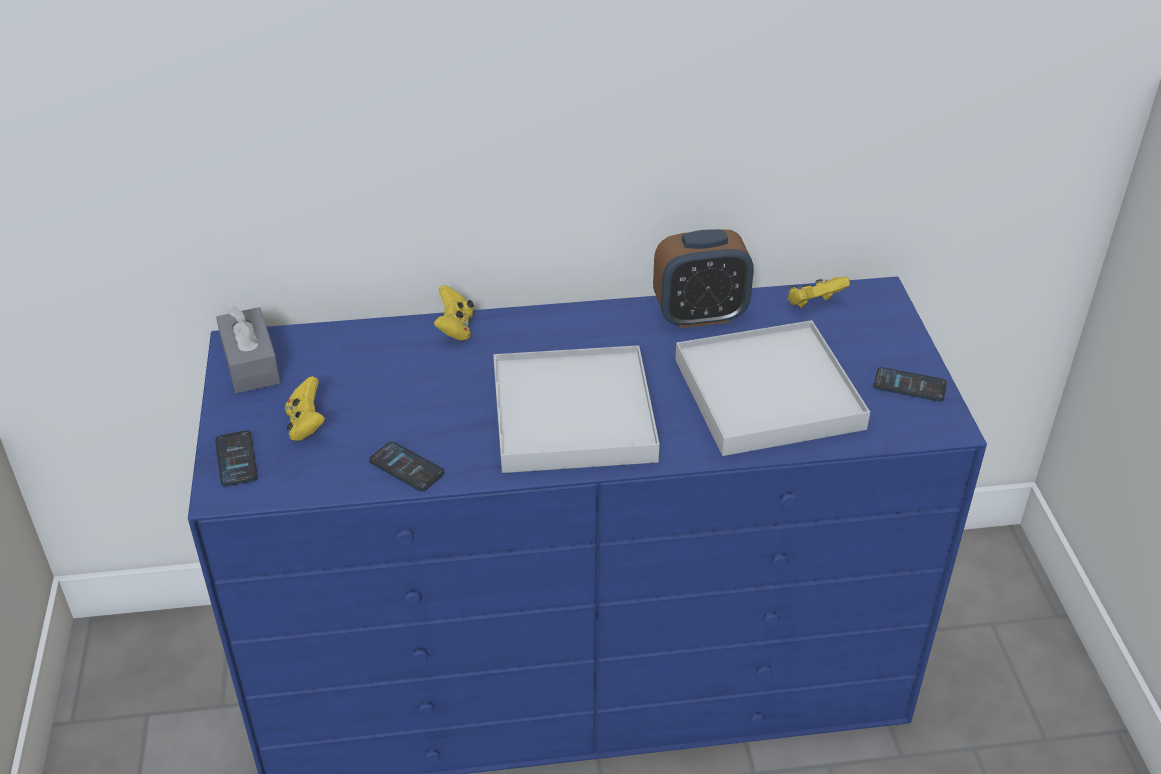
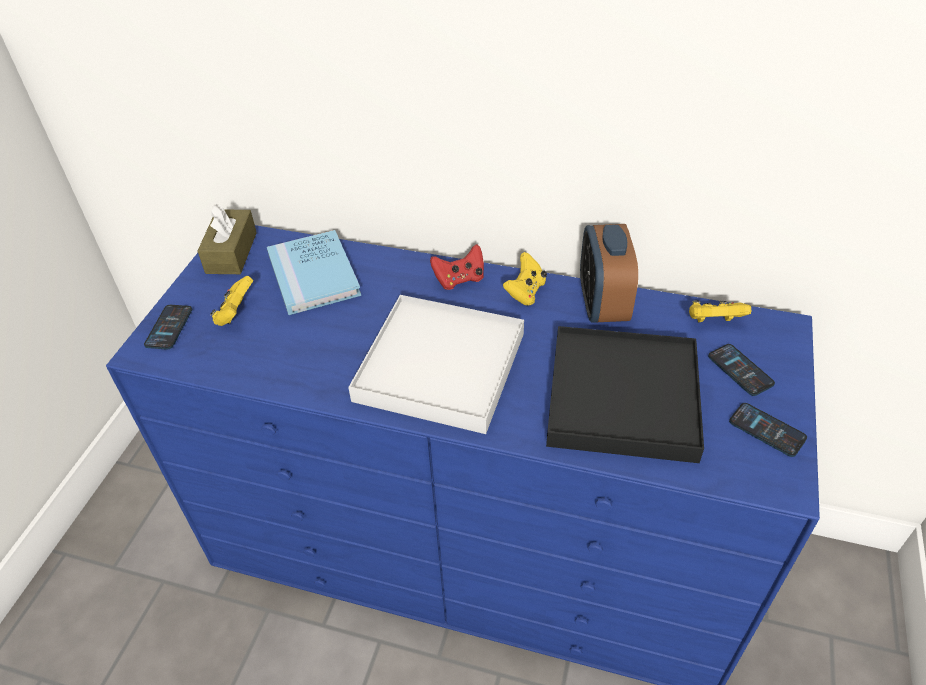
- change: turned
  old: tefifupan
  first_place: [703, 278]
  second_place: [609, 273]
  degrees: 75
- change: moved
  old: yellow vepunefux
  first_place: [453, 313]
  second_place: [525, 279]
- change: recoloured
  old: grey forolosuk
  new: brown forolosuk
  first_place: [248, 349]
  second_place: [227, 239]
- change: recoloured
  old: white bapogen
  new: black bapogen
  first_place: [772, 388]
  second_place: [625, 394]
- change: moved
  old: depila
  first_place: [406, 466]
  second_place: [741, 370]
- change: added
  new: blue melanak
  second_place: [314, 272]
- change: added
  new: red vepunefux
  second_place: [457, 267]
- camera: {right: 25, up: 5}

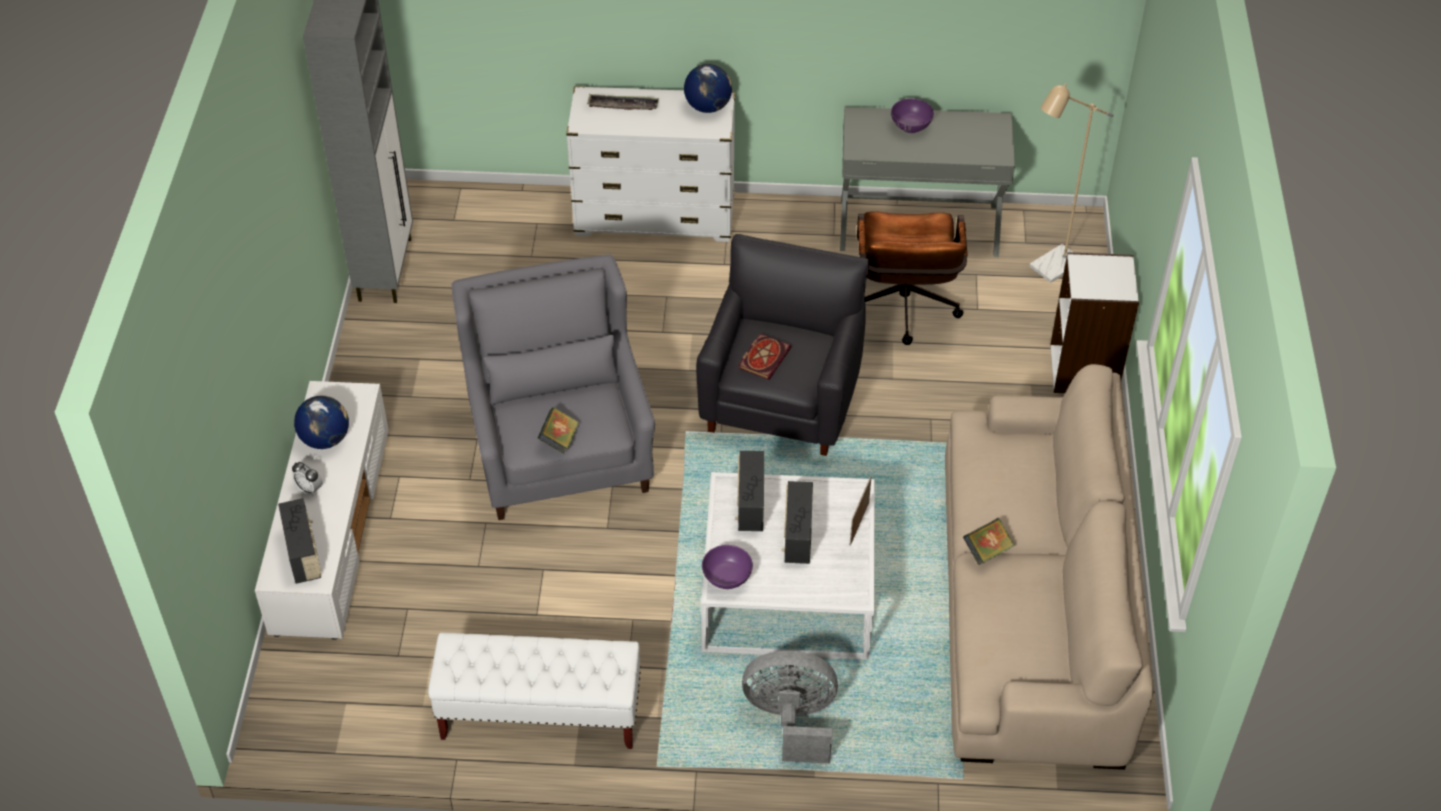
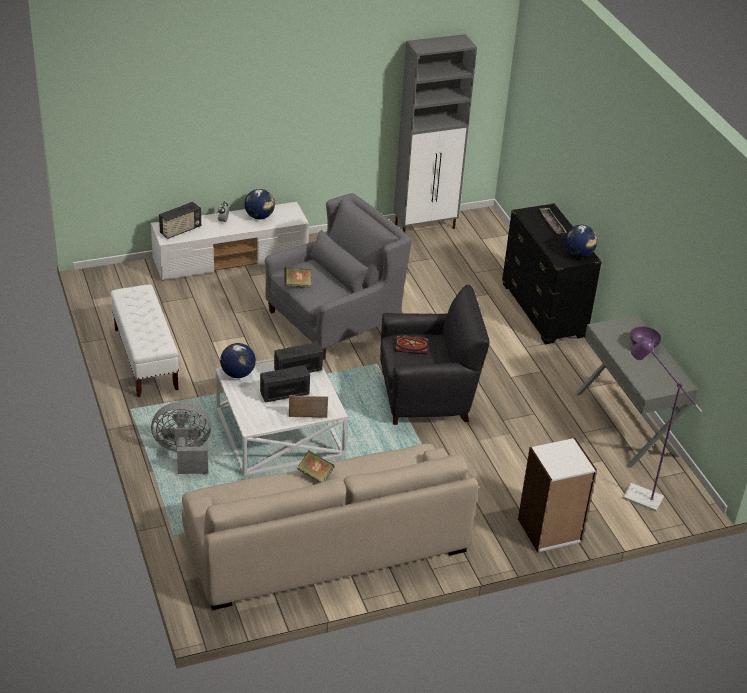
- change: recoloured
  old: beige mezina
  new: purple mezina
  first_place: [1071, 183]
  second_place: [662, 425]
- change: recoloured
  old: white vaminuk
  new: black vaminuk
  first_place: [650, 164]
  second_place: [552, 273]
- change: removed
  old: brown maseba
  first_place: [912, 278]
- change: replaced
  old: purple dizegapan
  new: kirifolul
  first_place: [727, 567]
  second_place: [238, 360]
- change: turned
  old: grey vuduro
  first_place: [790, 707]
  second_place: [181, 438]
  degrees: -75
- camera: {right: 65, up: -10}

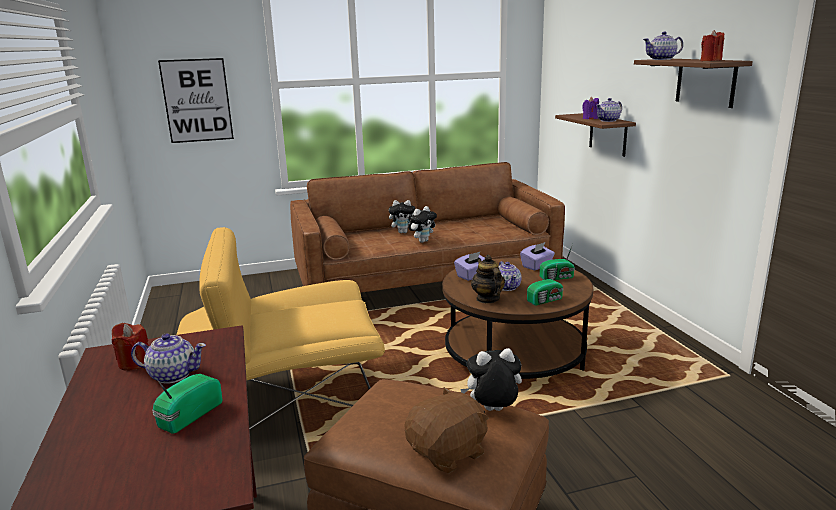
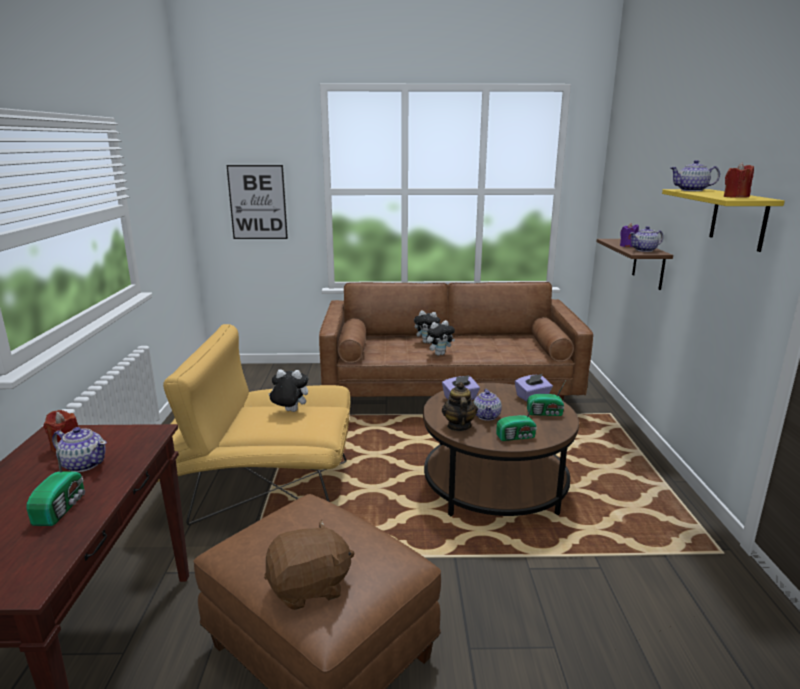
- change: recoloured
  old: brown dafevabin
  new: yellow dafevabin
  first_place: [693, 83]
  second_place: [723, 220]
- change: moved
  old: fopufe
  first_place: [491, 379]
  second_place: [288, 390]
- change: turned
  old: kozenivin
  first_place: [187, 404]
  second_place: [55, 483]
  degrees: 135
- camera: {right: 15, up: 0}

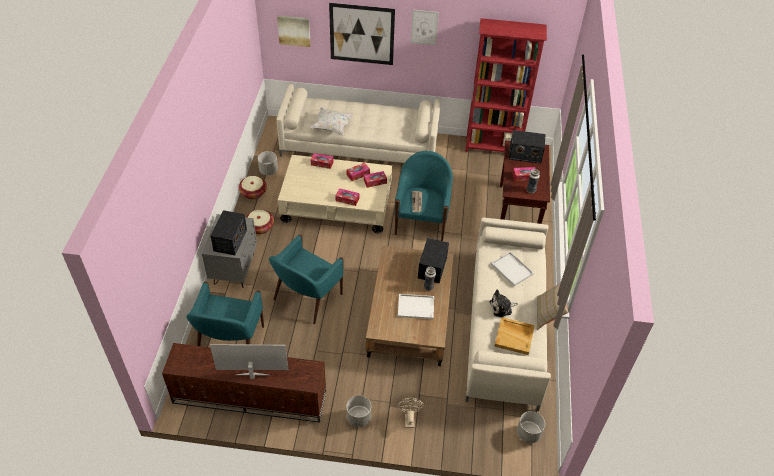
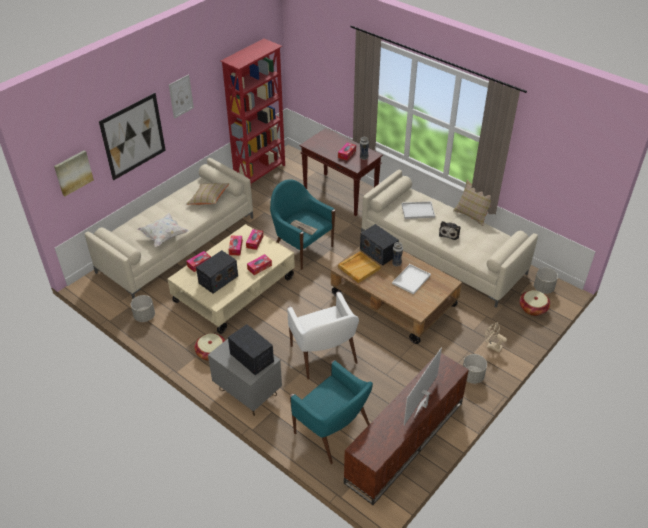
- change: moved
  old: kozenivin
  first_place: [527, 147]
  second_place: [217, 271]
- change: moved
  old: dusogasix
  first_place: [253, 187]
  second_place: [534, 303]
- change: recoloured
  old: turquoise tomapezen
  new: white tomapezen
  first_place: [306, 279]
  second_place: [323, 336]
- change: moved
  old: beige bapogen
  first_place: [514, 336]
  second_place: [359, 267]
- change: added
  new: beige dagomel
  second_place: [207, 194]
- camera: {right: -55, up: -5}

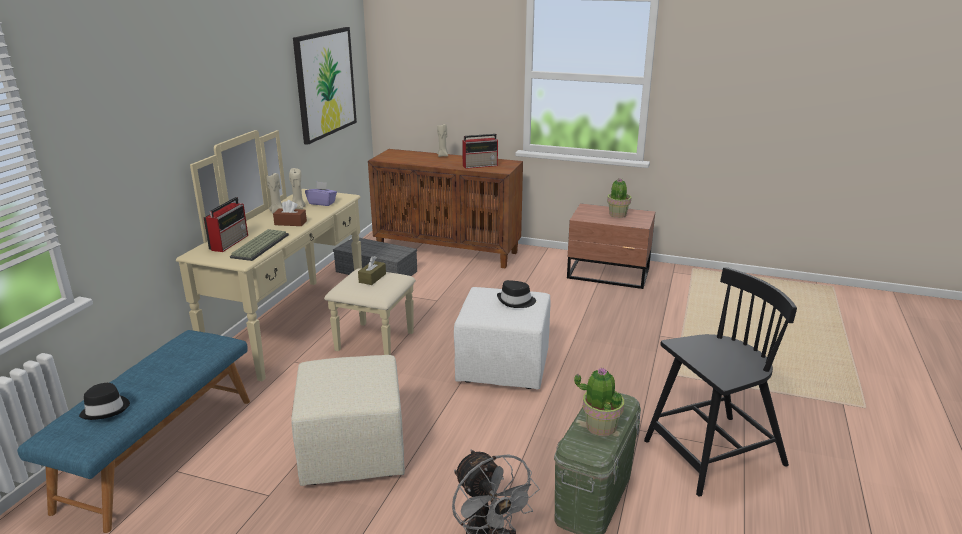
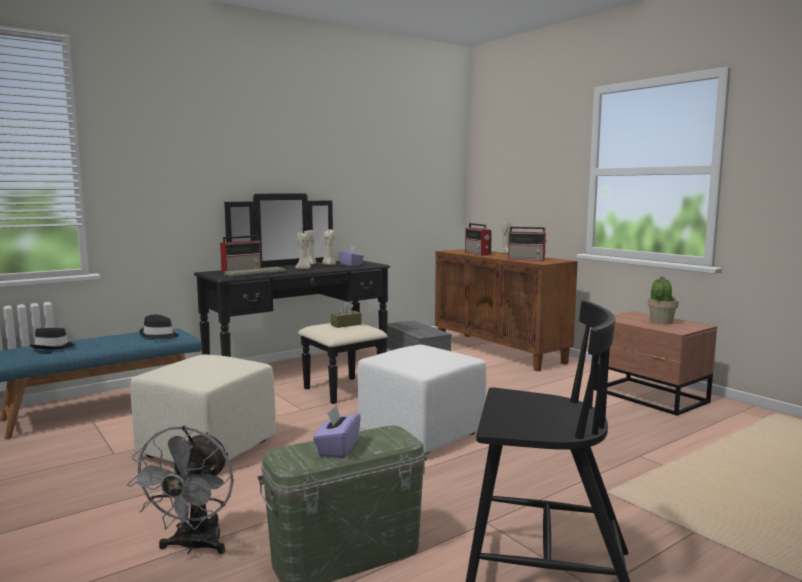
- change: removed
  old: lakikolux
  first_place: [325, 86]
- change: recoloured
  old: beige vaminuk
  new: black vaminuk
  first_place: [296, 255]
  second_place: [292, 298]
- change: replaced
  old: brown forolosuk
  new: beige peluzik
  first_place: [290, 213]
  second_place: [303, 250]
- change: moved
  old: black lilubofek
  first_place: [516, 294]
  second_place: [159, 327]
- change: replaced
  old: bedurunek
  new: purple forolosuk
  first_place: [599, 402]
  second_place: [337, 431]
- change: added
  new: kozenivin
  second_place: [478, 239]
- camera: {right: 35, up: -15}

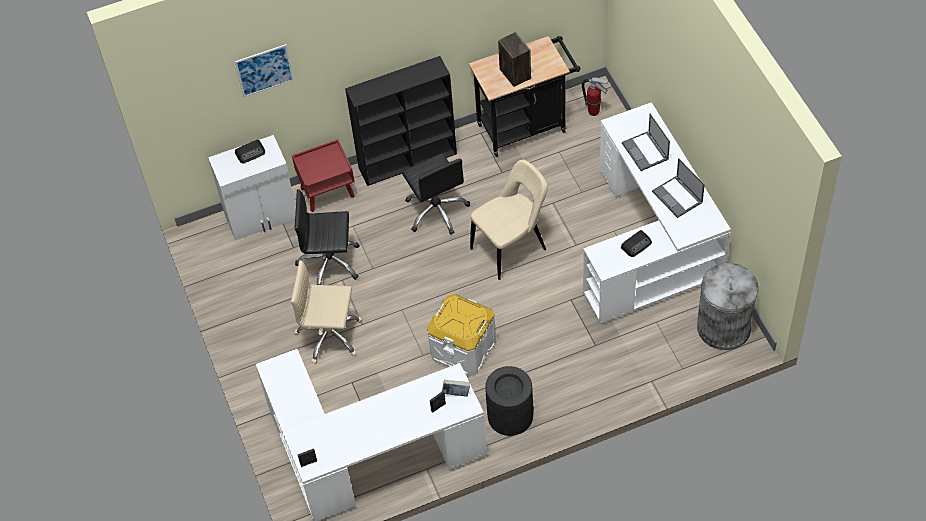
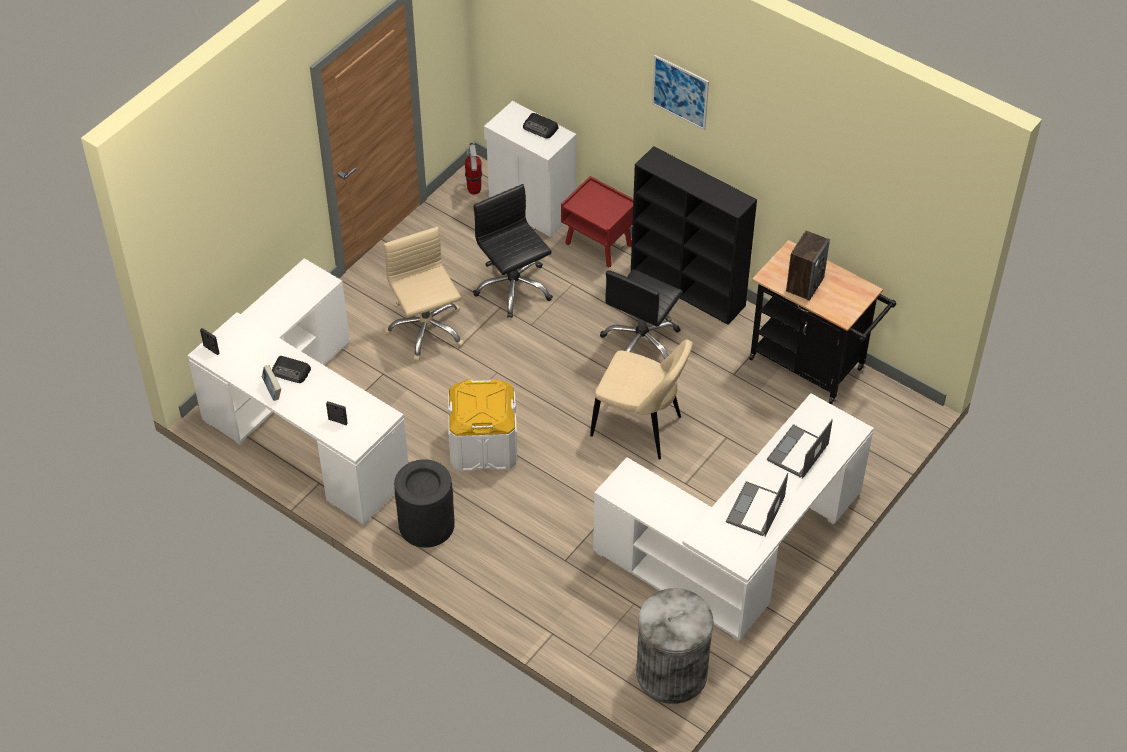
- change: moved
  old: lakikolux
  first_place: [264, 70]
  second_place: [680, 93]
- change: moved
  old: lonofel
  first_place: [595, 96]
  second_place: [473, 168]
- change: moved
  old: kozenivin
  first_place: [636, 243]
  second_place: [291, 369]
- change: moved
  old: melanak
  first_place: [456, 388]
  second_place: [271, 383]
- camera: {right: 55, up: -5}

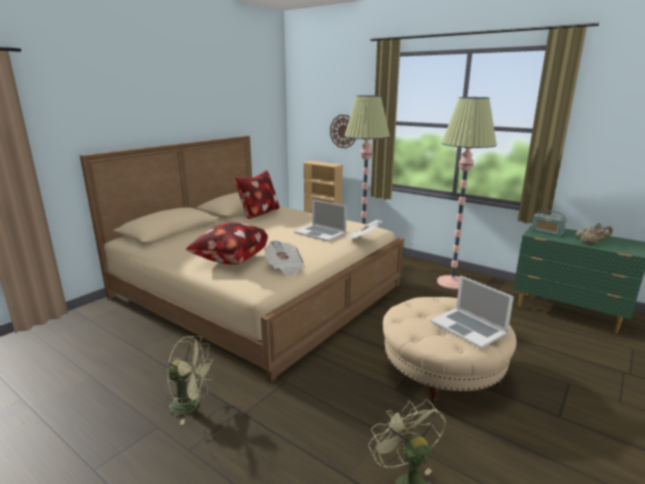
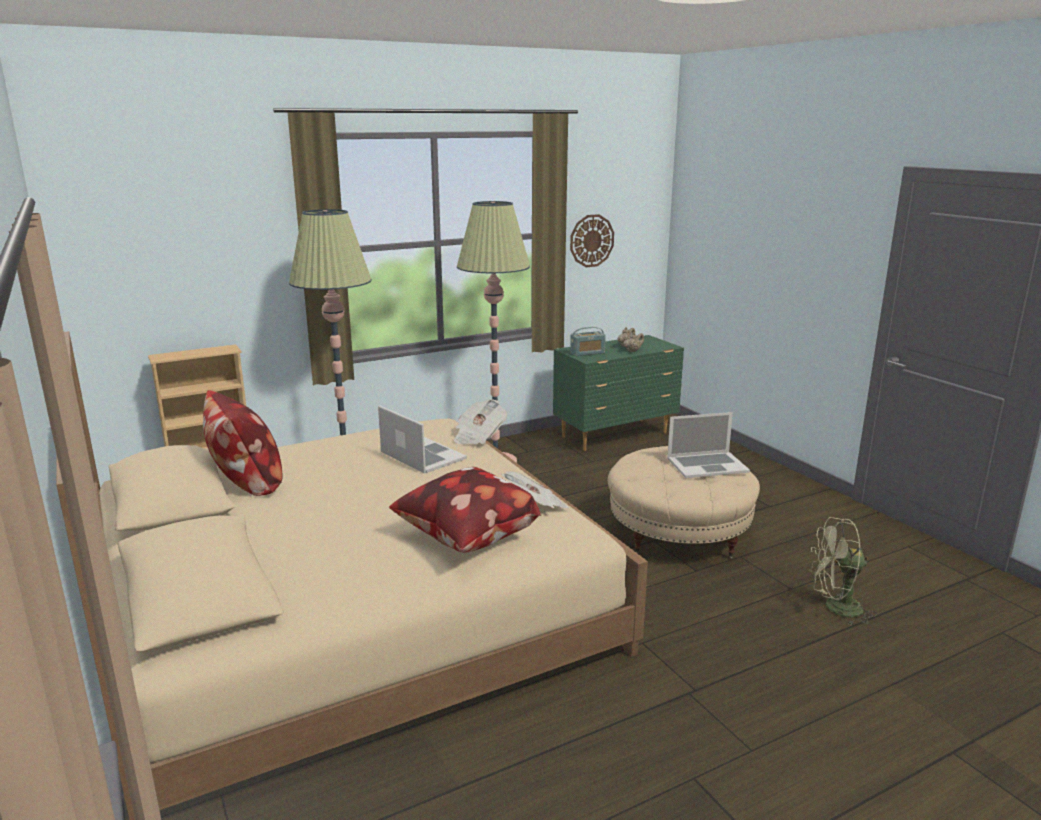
- change: moved
  old: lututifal
  first_place: [343, 131]
  second_place: [592, 240]
- change: turned
  old: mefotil
  first_place: [320, 220]
  second_place: [422, 439]
  degrees: -105
- change: removed
  old: green vuduro
  first_place: [190, 380]
- camera: {right: -65, up: 0}

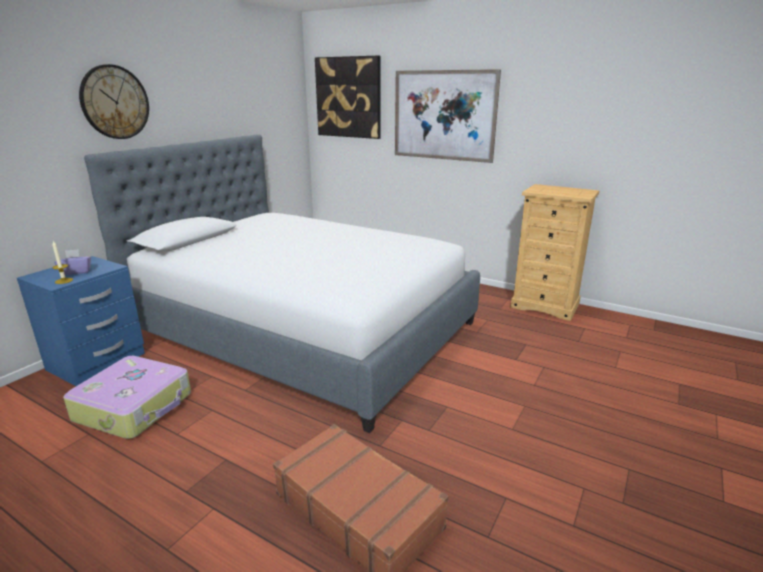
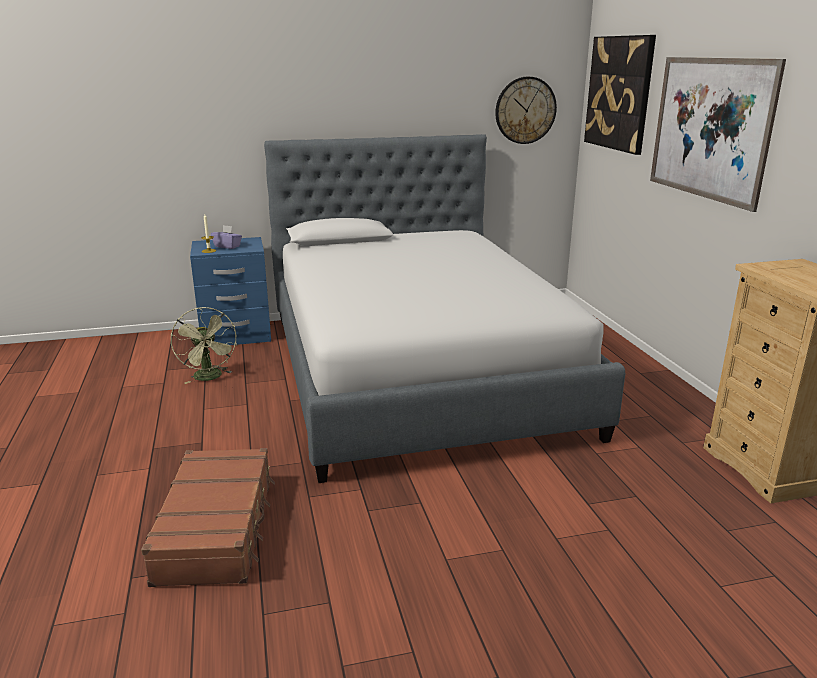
- change: moved
  old: lututifal
  first_place: [114, 101]
  second_place: [526, 110]
- change: replaced
  old: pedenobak
  new: green vuduro
  first_place: [127, 397]
  second_place: [203, 345]
- camera: {right: 45, up: 0}

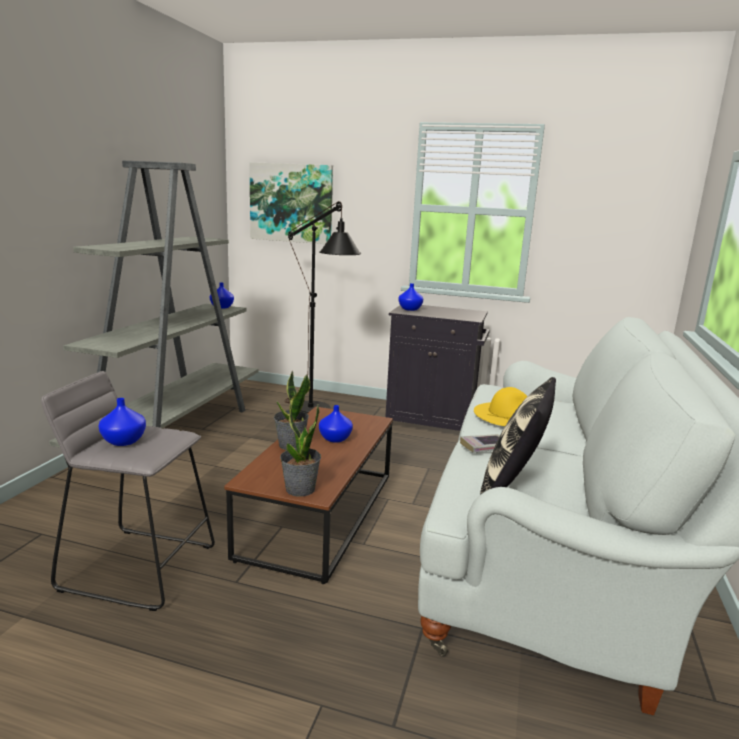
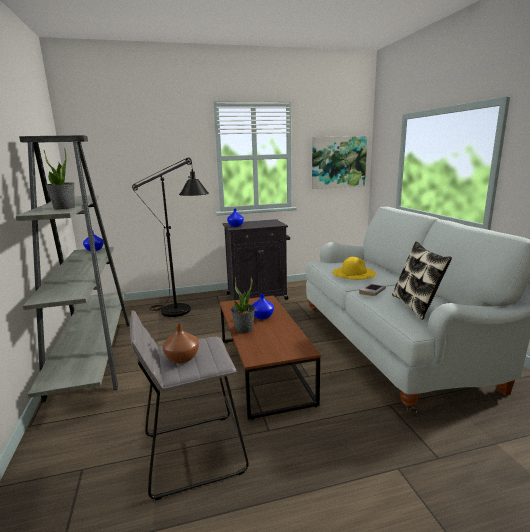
- change: moved
  old: lakikolux
  first_place: [291, 203]
  second_place: [339, 162]
- change: recoloured
  old: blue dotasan
  new: brown dotasan
  first_place: [122, 422]
  second_place: [181, 343]
- change: moved
  old: bedurunek
  first_place: [300, 450]
  second_place: [59, 178]
- camera: {right: -30, up: 0}

